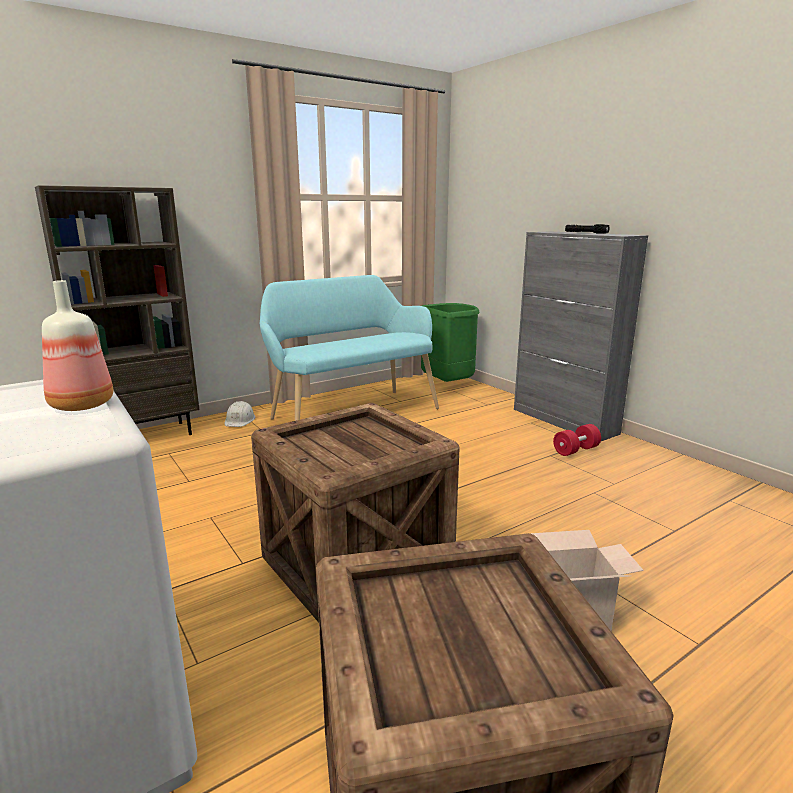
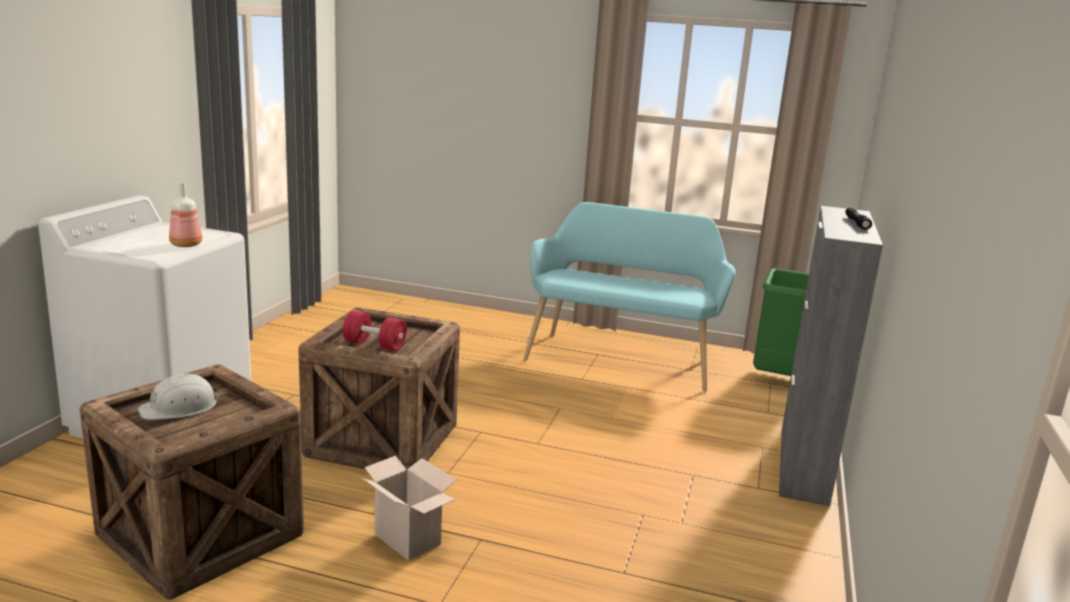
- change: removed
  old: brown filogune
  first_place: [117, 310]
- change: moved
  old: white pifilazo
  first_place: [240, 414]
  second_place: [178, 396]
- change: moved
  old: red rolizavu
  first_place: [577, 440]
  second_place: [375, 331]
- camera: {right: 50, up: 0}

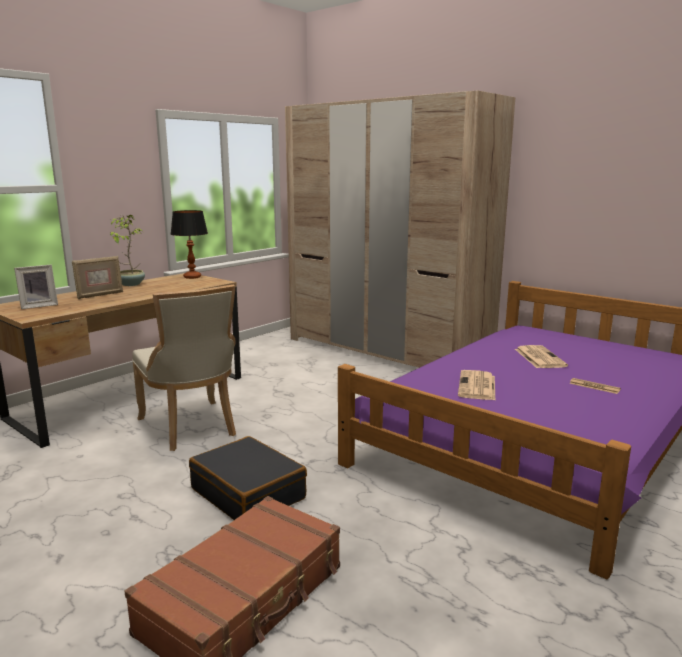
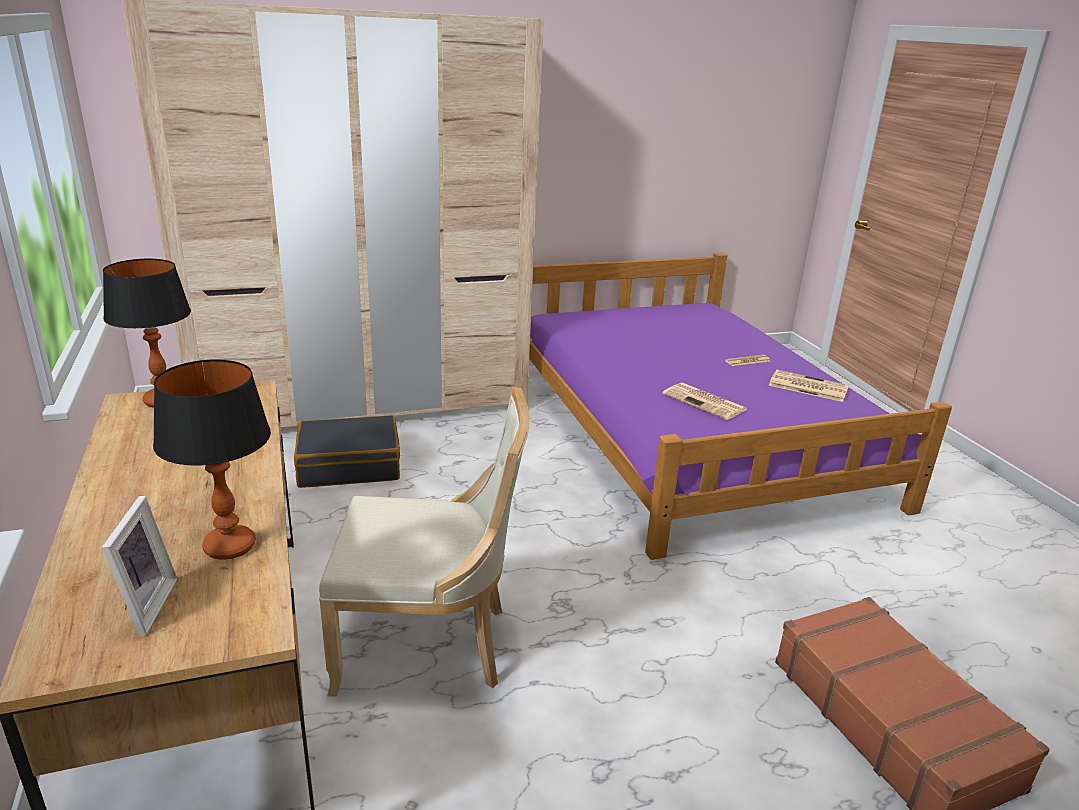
- change: removed
  old: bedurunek
  first_place: [127, 250]
- change: removed
  old: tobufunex
  first_place: [97, 277]
- change: moved
  old: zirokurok
  first_place: [541, 356]
  second_place: [809, 386]
- change: moved
  old: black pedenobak
  first_place: [248, 478]
  second_place: [347, 451]
- change: added
  new: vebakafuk
  second_place: [212, 460]
- camera: {right: -60, up: 10}

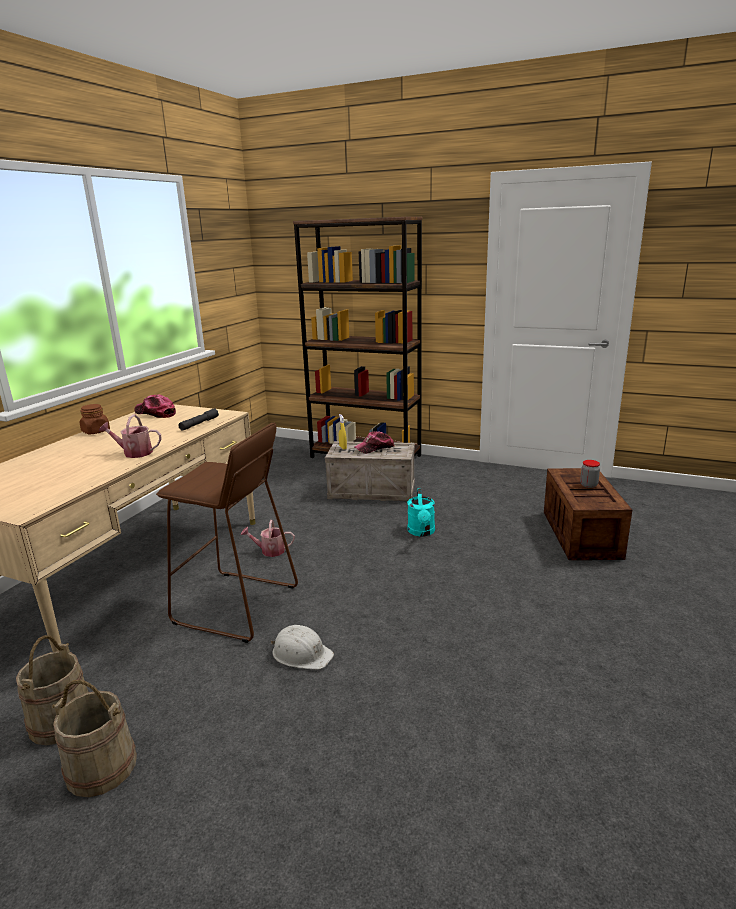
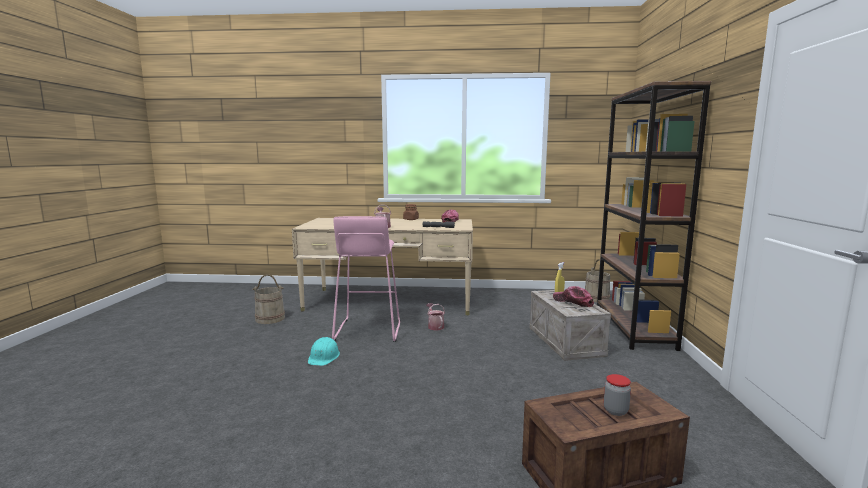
- change: recoloured
  old: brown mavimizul
  new: pink mavimizul
  first_place: [227, 533]
  second_place: [366, 278]
- change: removed
  old: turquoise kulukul
  first_place: [421, 513]
- change: recoloured
  old: white pifilazo
  new: turquoise pifilazo
  first_place: [302, 647]
  second_place: [324, 351]
- change: moved
  old: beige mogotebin
  first_place: [94, 738]
  second_place: [597, 280]
- camera: {right: 70, up: -10}

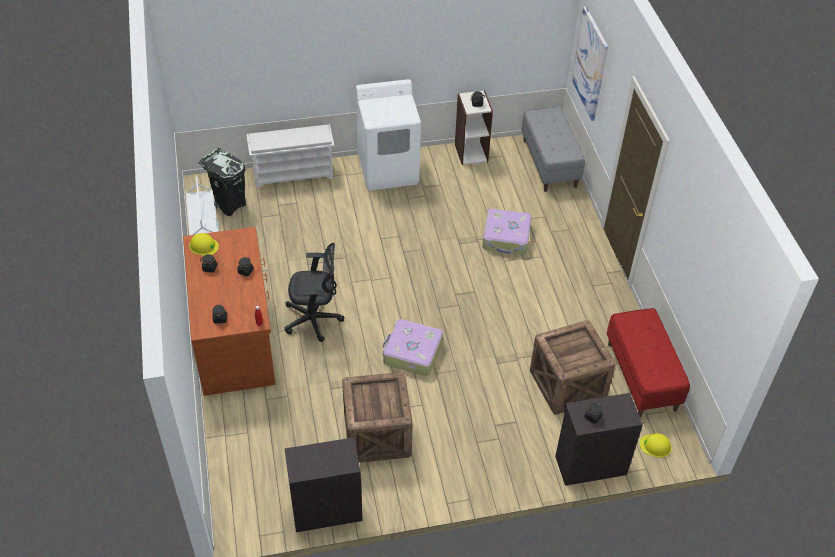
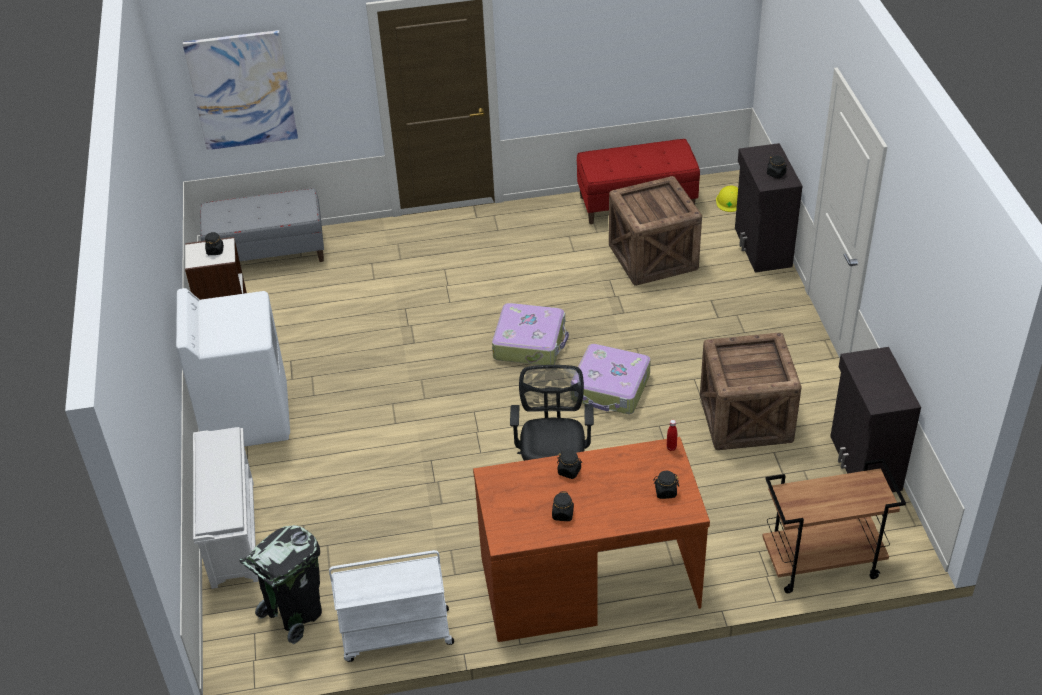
- change: moved
  old: pedenobak
  first_place: [507, 231]
  second_place: [530, 334]
- change: removed
  old: yellow pifilazo
  first_place: [204, 244]
- change: added
  new: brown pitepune
  second_place: [834, 526]
- camera: {right: -85, up: -5}

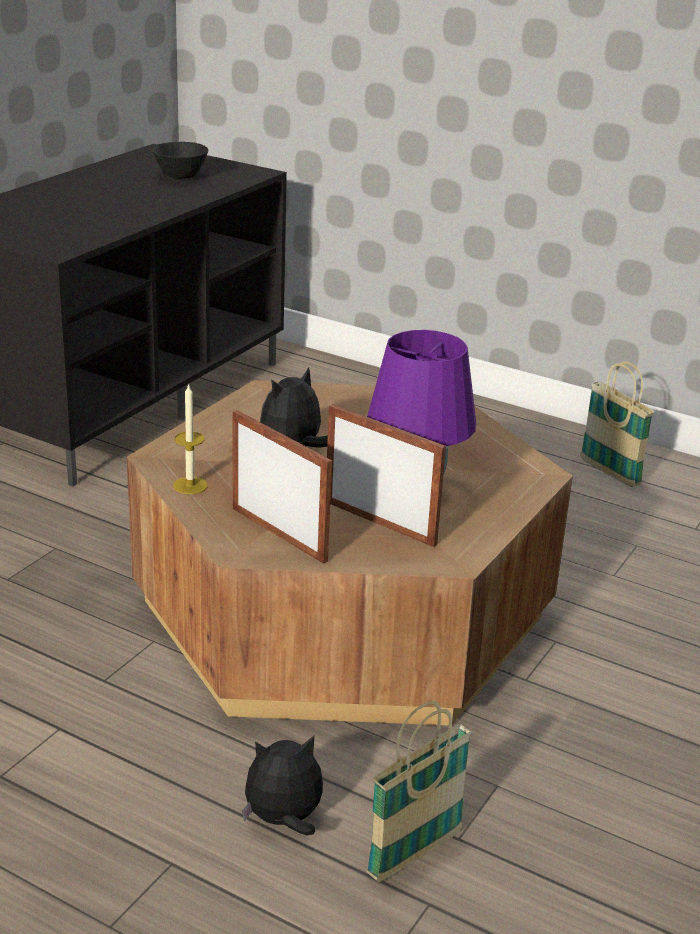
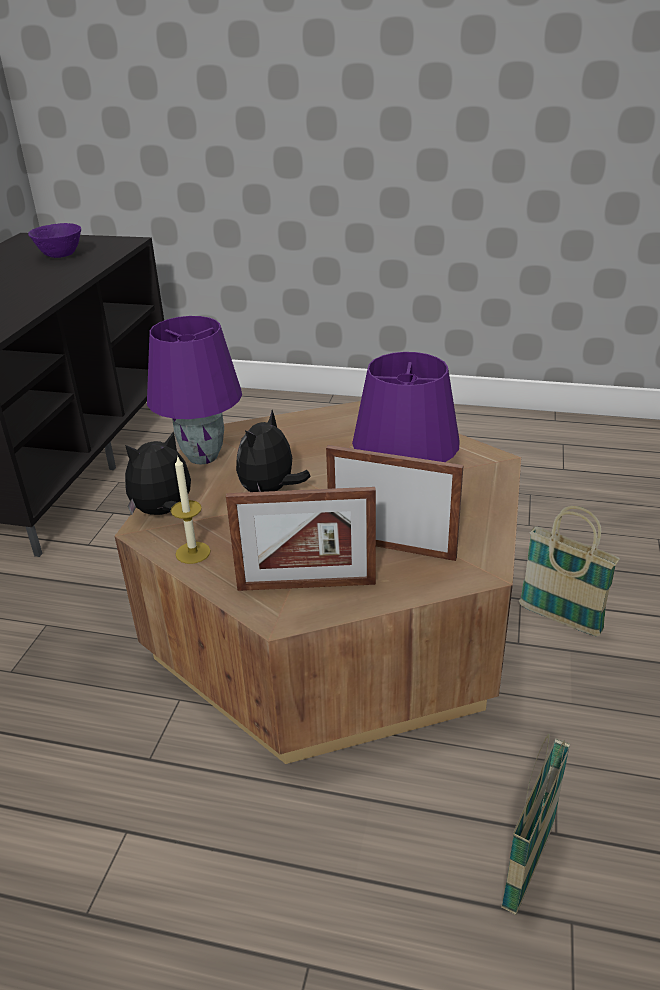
- change: recoloured
  old: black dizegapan
  new: purple dizegapan
  first_place: [180, 160]
  second_place: [54, 240]
- change: moved
  old: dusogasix
  first_place: [617, 424]
  second_place: [569, 571]
- change: turned
  old: tobufunex
  first_place: [282, 487]
  second_place: [301, 539]
  degrees: 150
- change: moved
  old: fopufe
  first_place: [282, 785]
  second_place: [158, 473]
- change: added
  new: purple vebakafuk
  second_place: [194, 390]
- camera: {right: -15, up: 5}

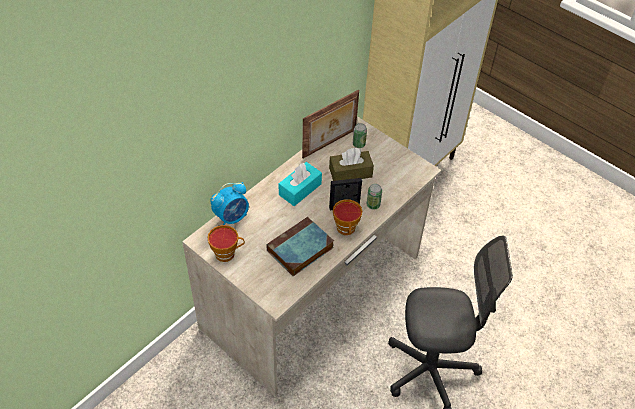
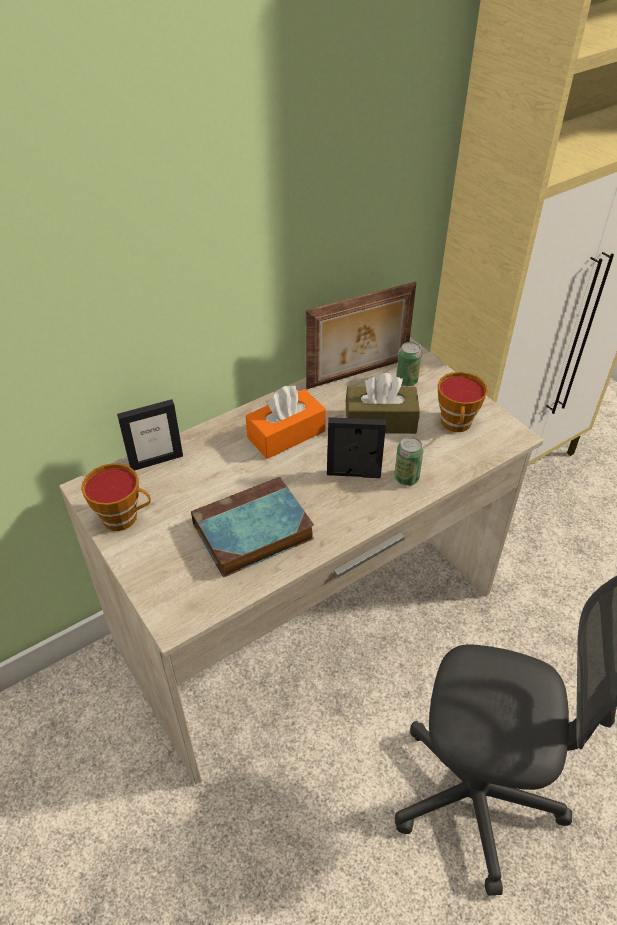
- change: recoloured
  old: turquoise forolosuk
  new: orange forolosuk
  first_place: [300, 184]
  second_place: [286, 422]
- change: replaced
  old: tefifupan
  new: tobufunex
  first_place: [229, 203]
  second_place: [150, 435]
- change: moved
  old: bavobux
  first_place: [347, 217]
  second_place: [463, 402]
- camera: {right: 15, up: -5}

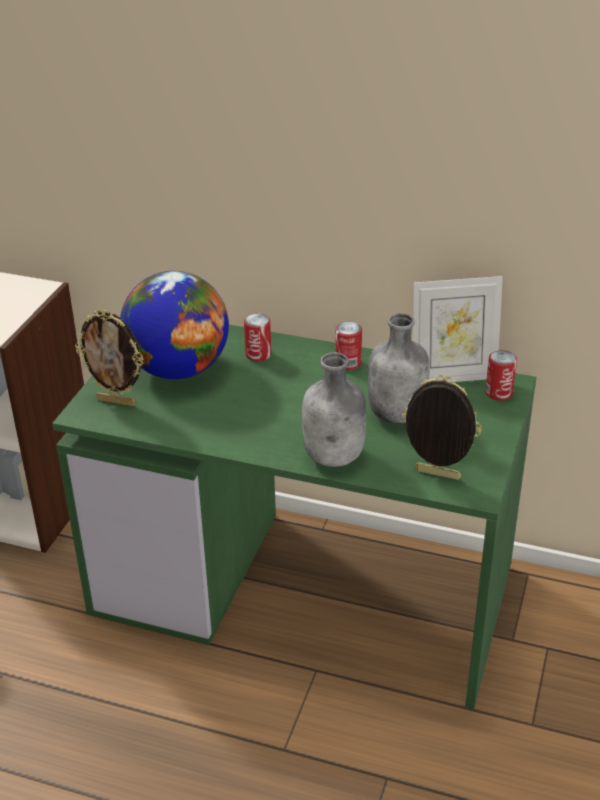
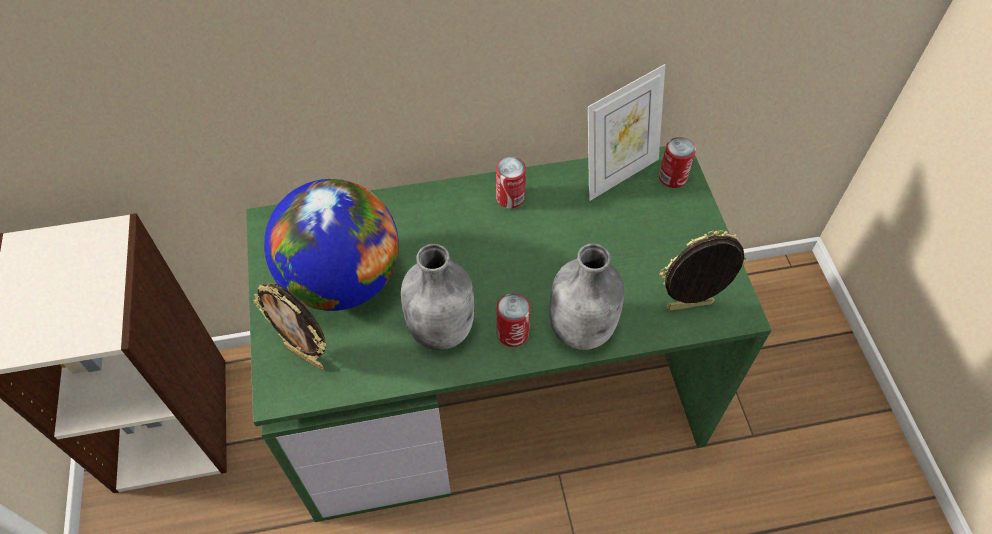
- change: turned
  old: tobufunex
  first_place: [109, 358]
  second_place: [289, 326]
  degrees: 45
- change: moved
  old: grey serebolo
  first_place: [398, 368]
  second_place: [437, 297]
- change: moved
  old: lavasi
  first_place: [257, 338]
  second_place: [514, 320]
- camera: {right: -30, up: 20}

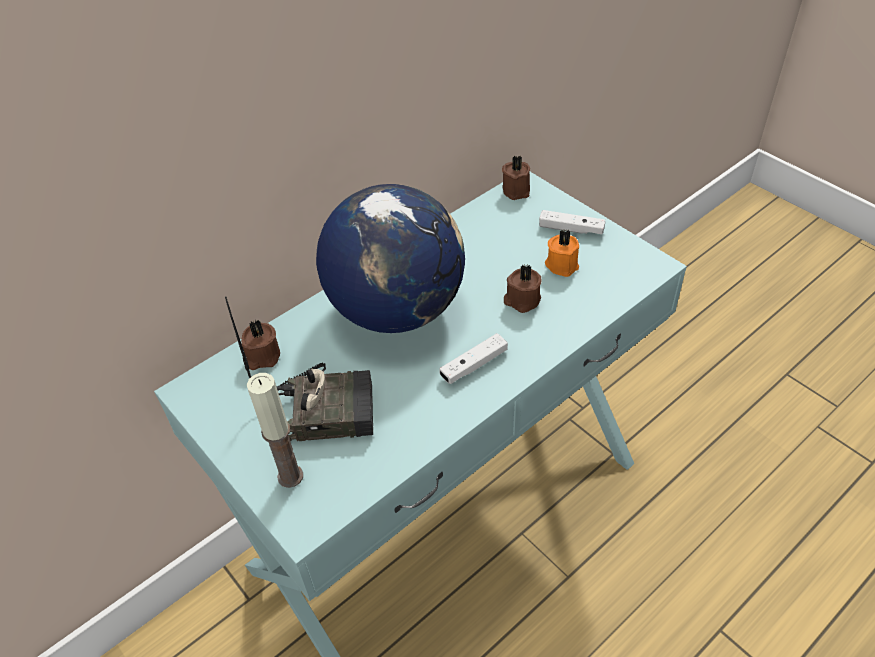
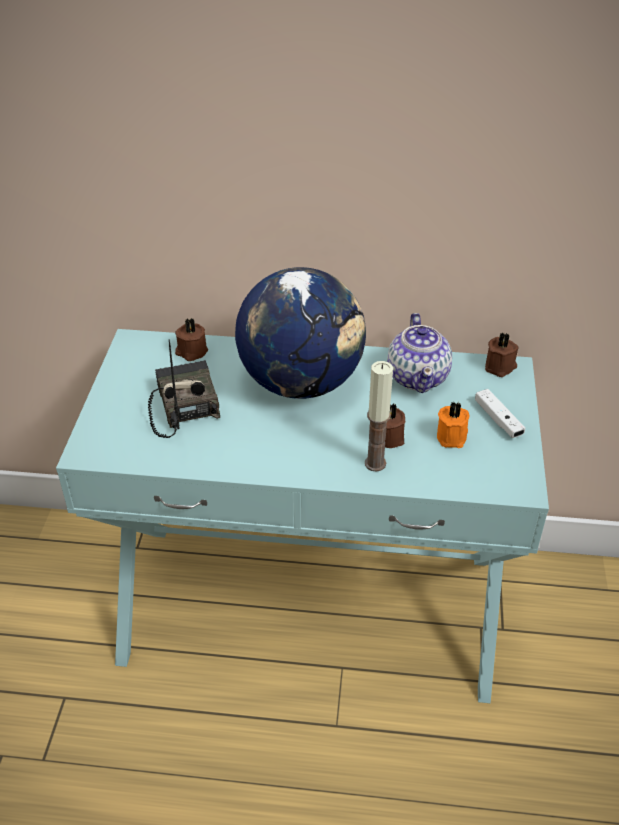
- change: turned
  old: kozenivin
  first_place: [299, 369]
  second_place: [184, 388]
  degrees: -150
- change: removed
  old: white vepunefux
  first_place: [473, 358]
- change: moved
  old: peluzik
  first_place: [275, 430]
  second_place: [379, 416]
- change: added
  new: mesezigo
  second_place: [419, 353]
- camera: {right: 45, up: -5}

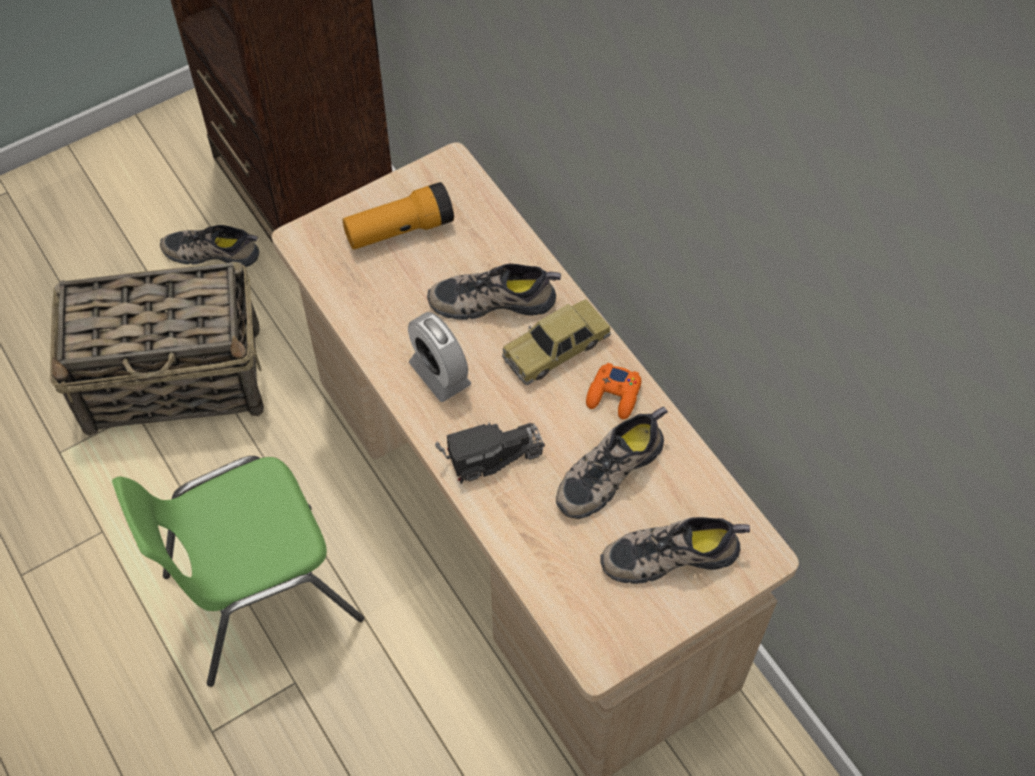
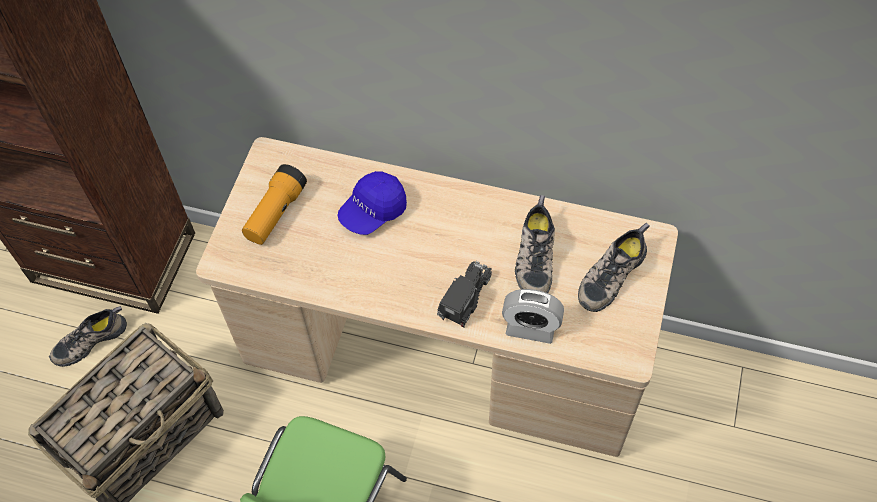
- change: replaced
  old: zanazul
  new: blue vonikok
  first_place: [494, 292]
  second_place: [372, 203]
- change: removed
  old: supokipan
  first_place: [556, 342]
- change: moved
  old: tefifupan
  first_place: [439, 357]
  second_place: [533, 316]
- change: removed
  old: orange vepunefux
  first_place: [613, 391]
- camera: {right: -40, up: 0}

